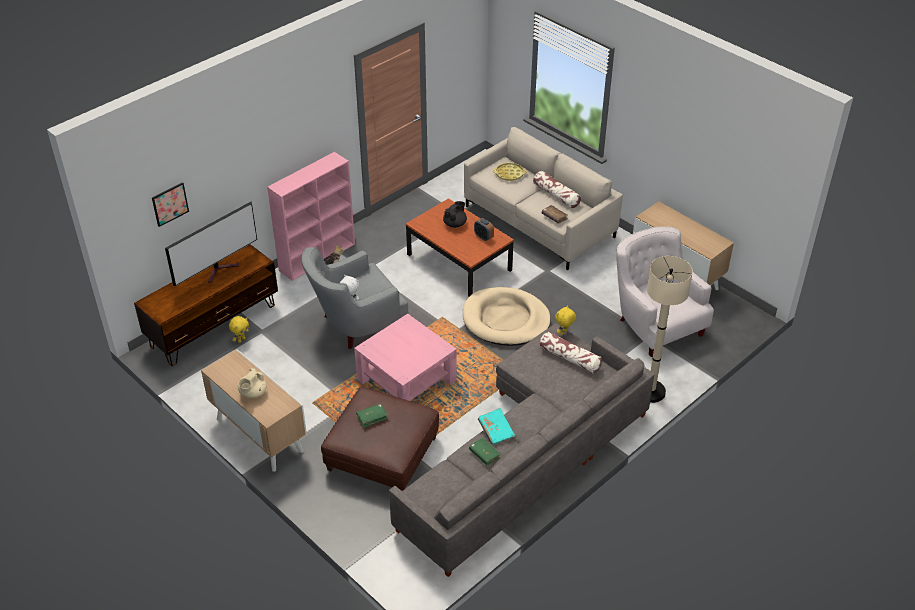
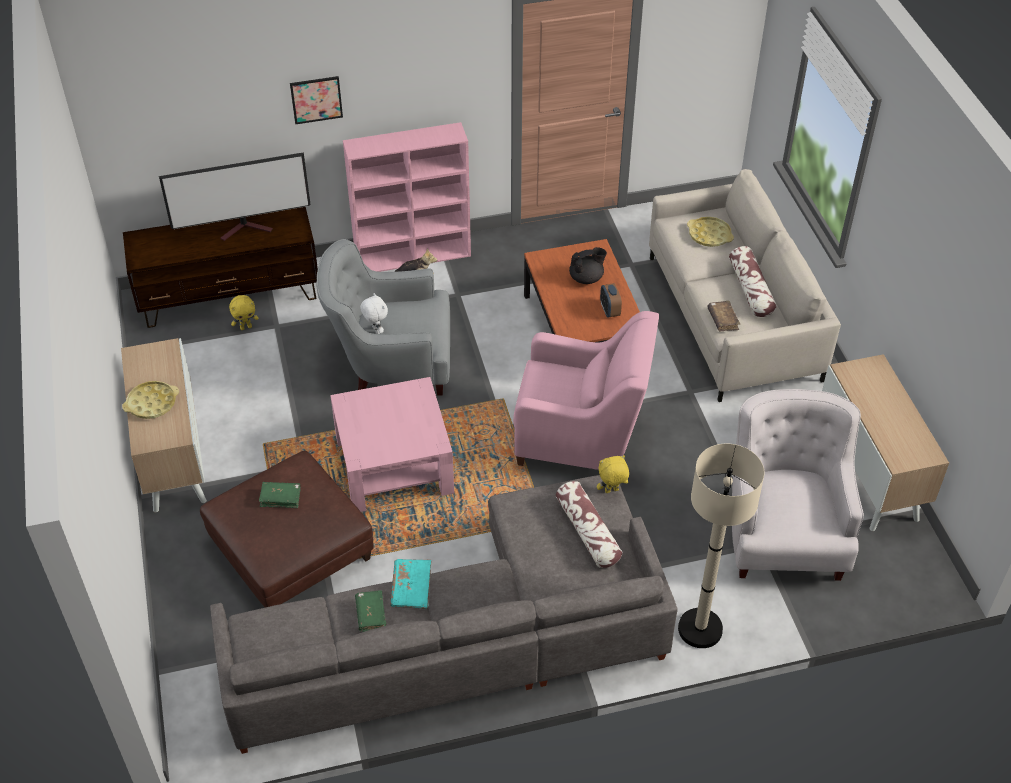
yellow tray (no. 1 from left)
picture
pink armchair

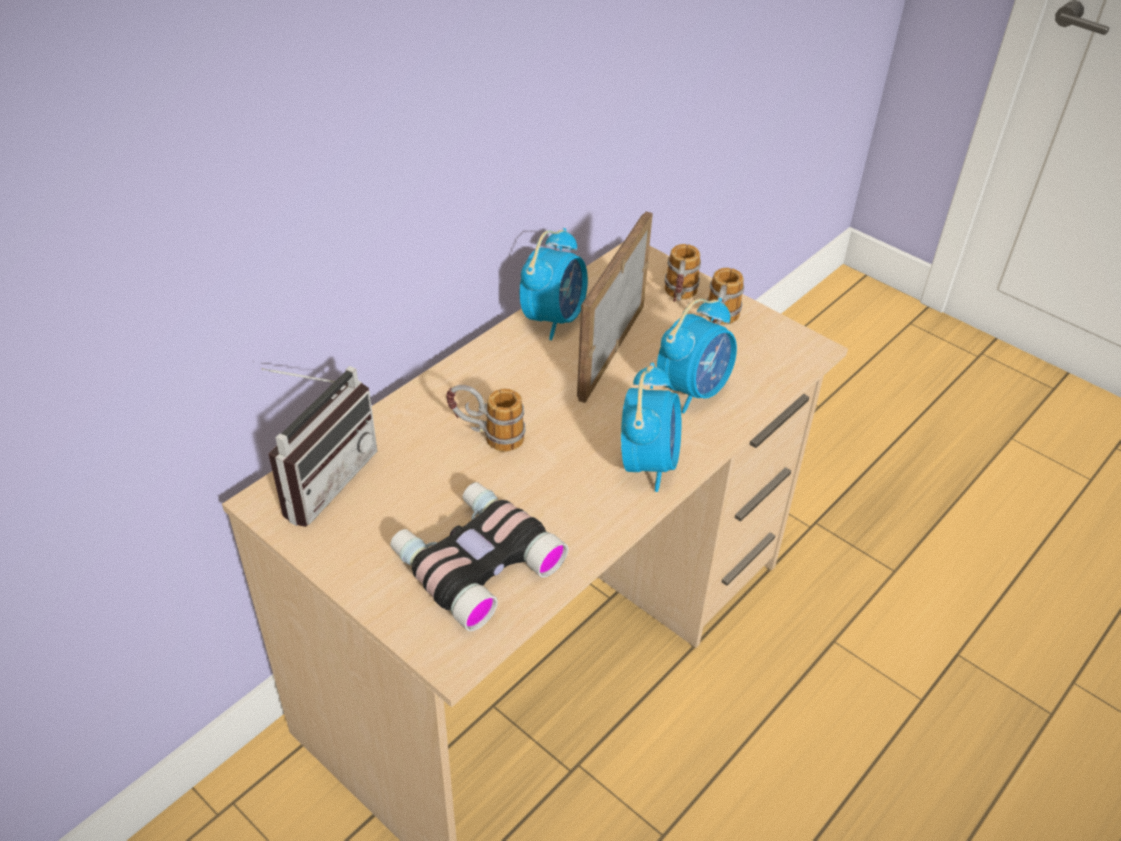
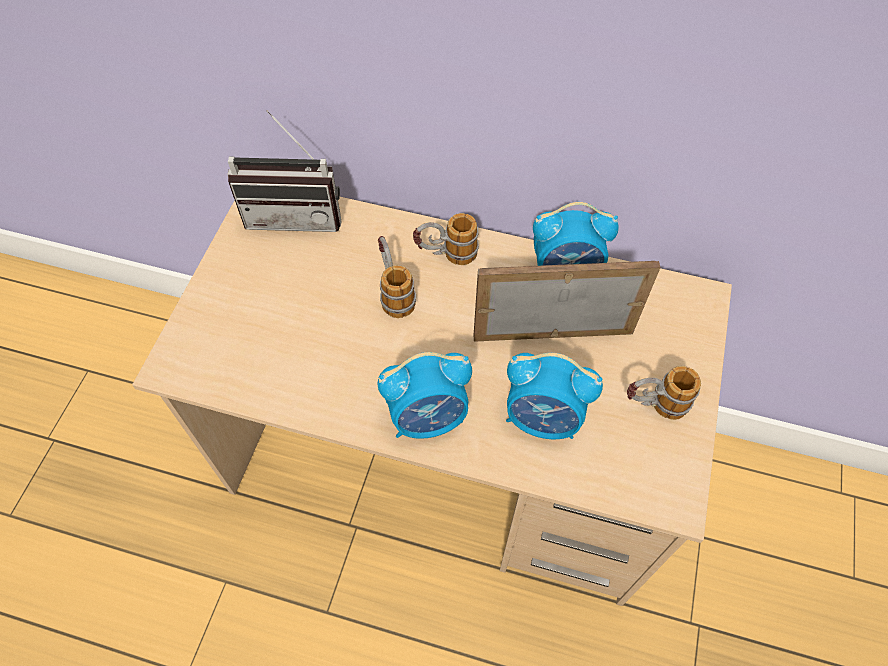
mug (no. 2 from left)
binoculars

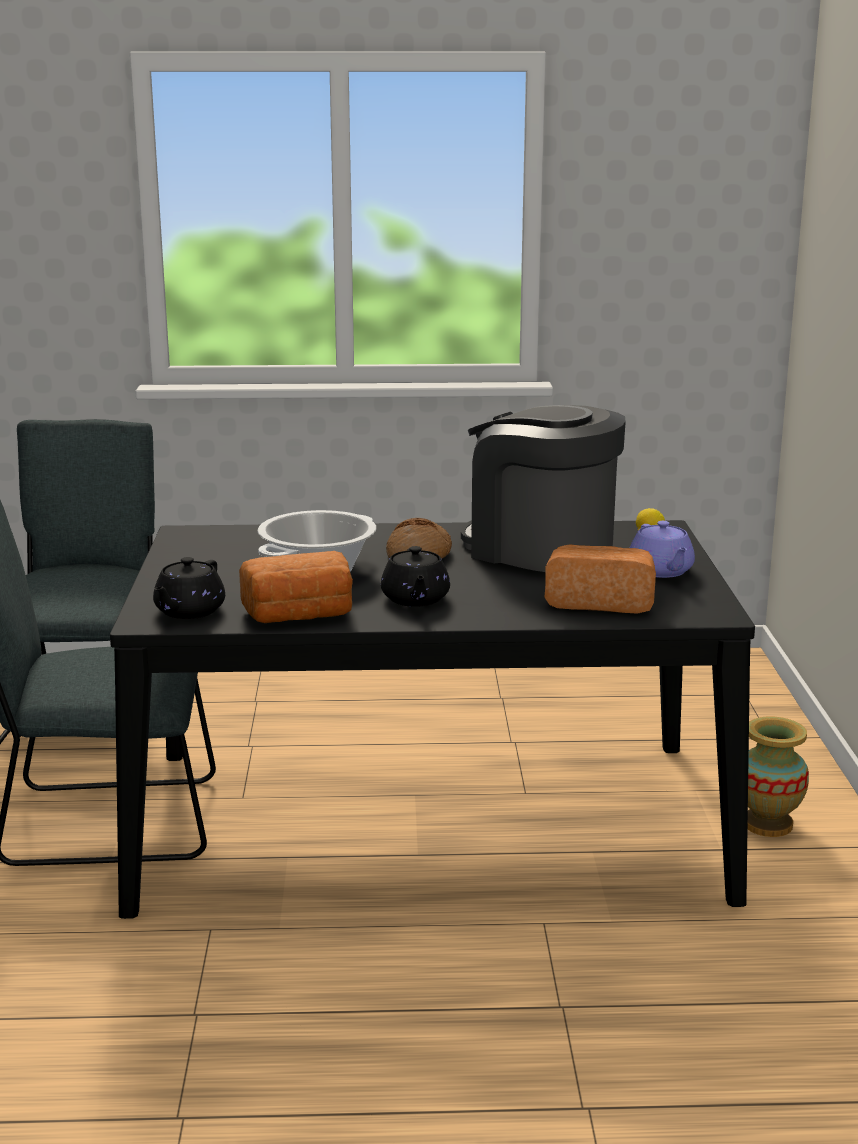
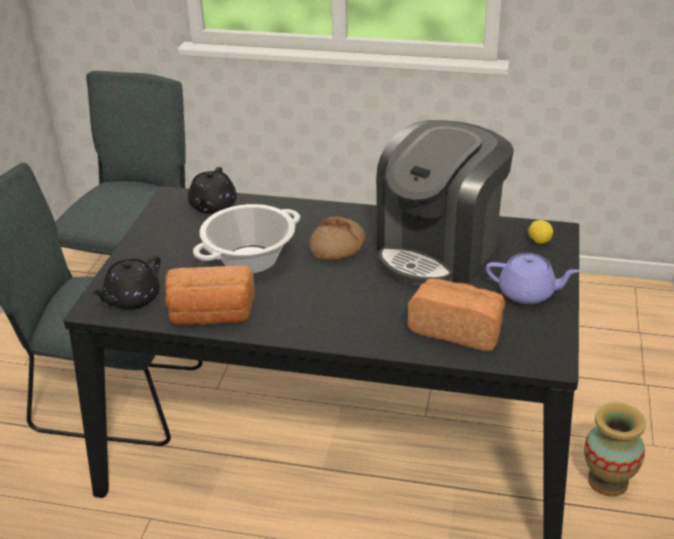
black teapot (no. 2 from left)
coffee machine
purple teapot

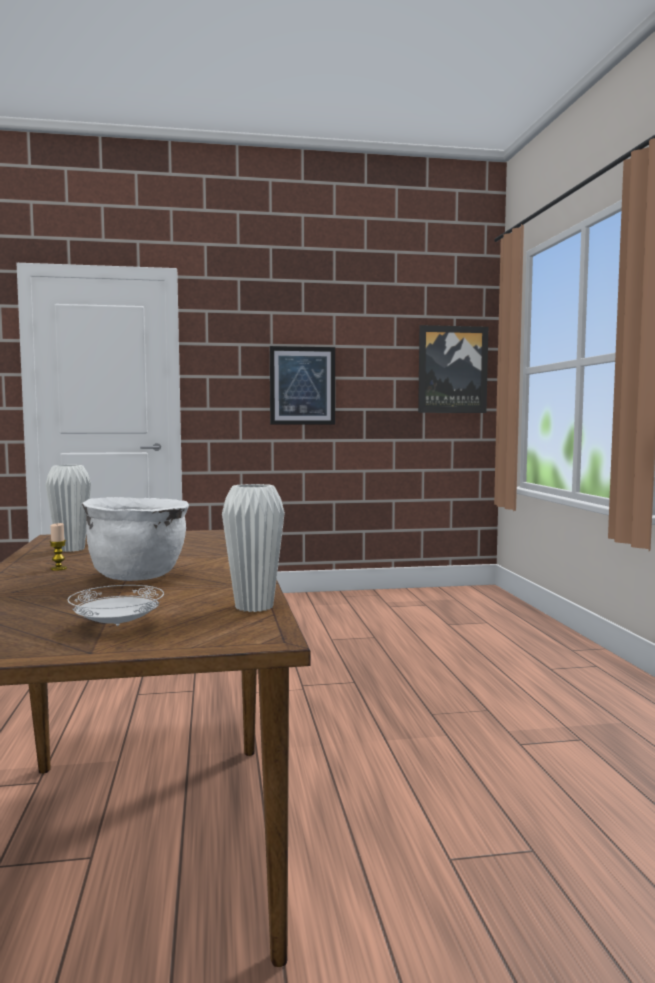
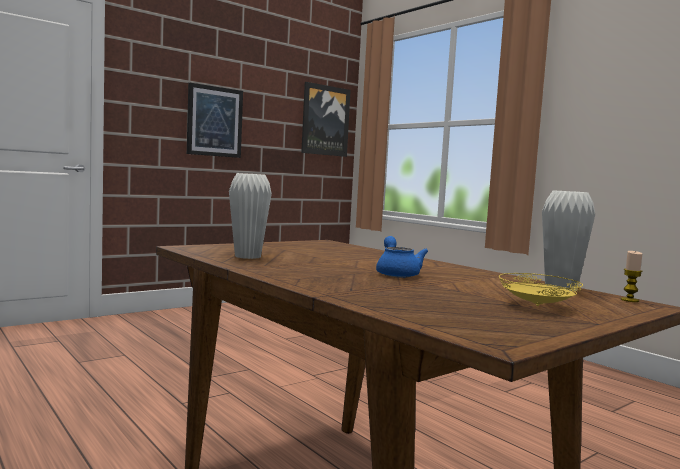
blue teapot
yellow plate
candle

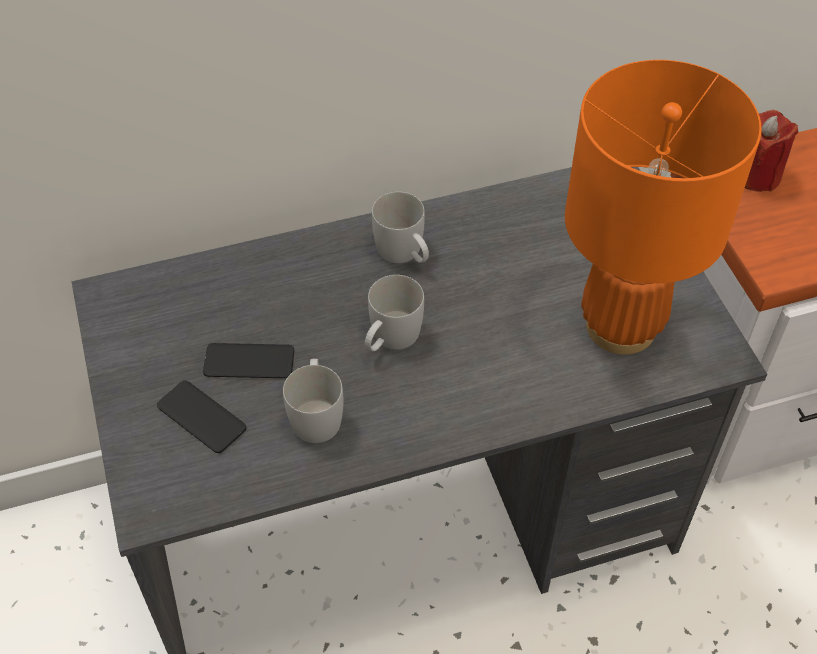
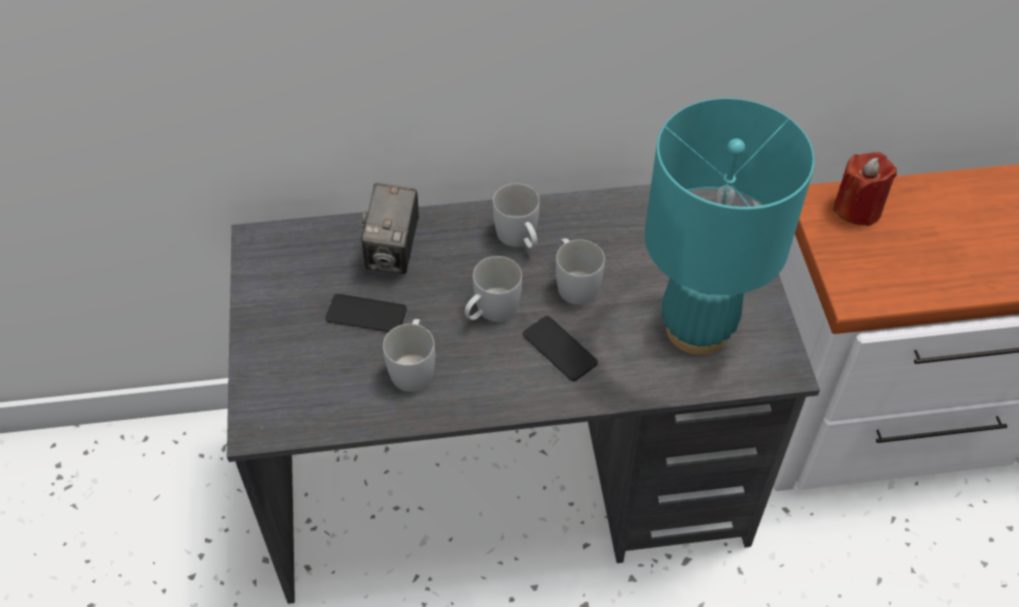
photo camera
phone (no. 2 from left)
white mug (no. 4 from left)
turquoise table lamp

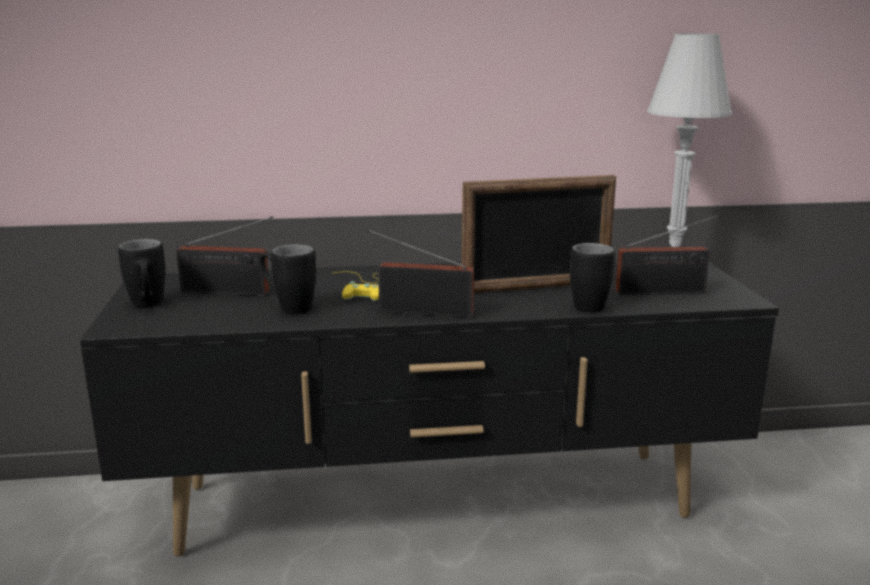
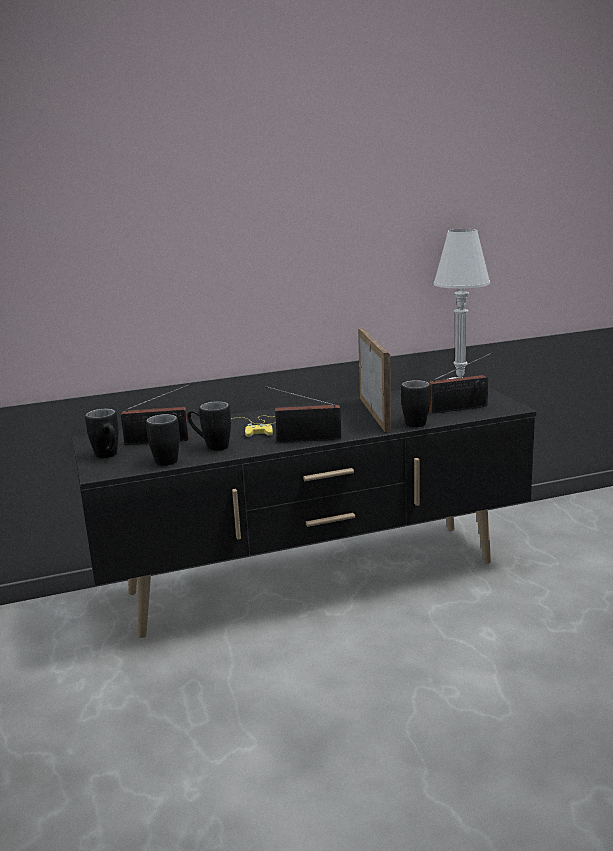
black mug (no. 2 from left)
picture frame

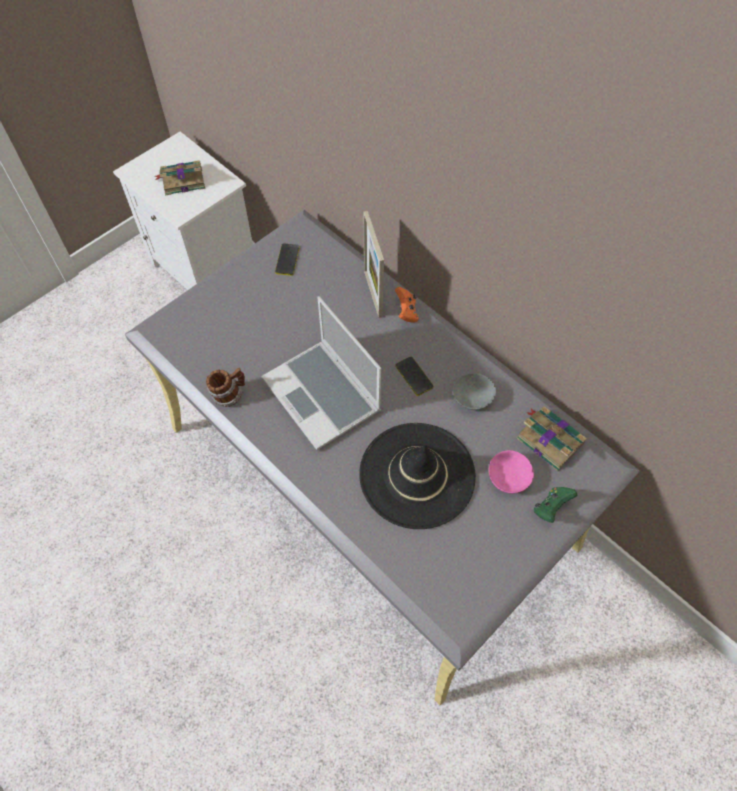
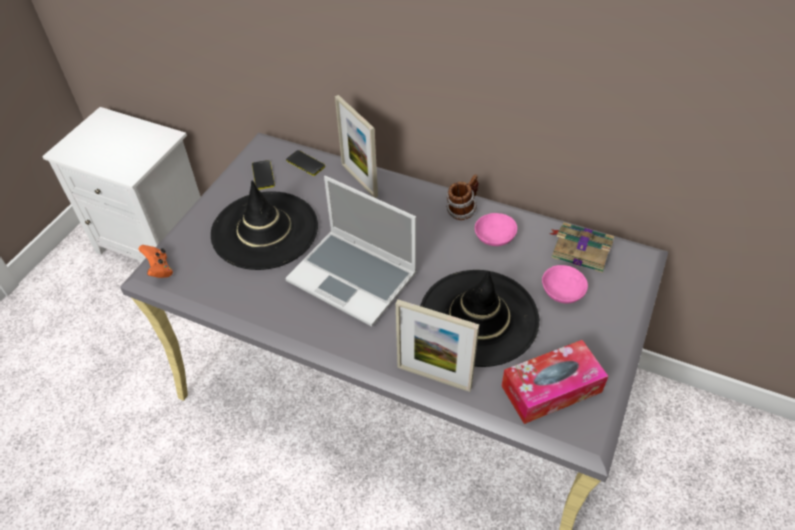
orange game controller
black hat (no. 1 from left)
phone (no. 2 from left)
picture frame (no. 2 from left)
mug
pink bowl (no. 1 from left)
tissue box
book (no. 1 from left in the first image)
green game controller

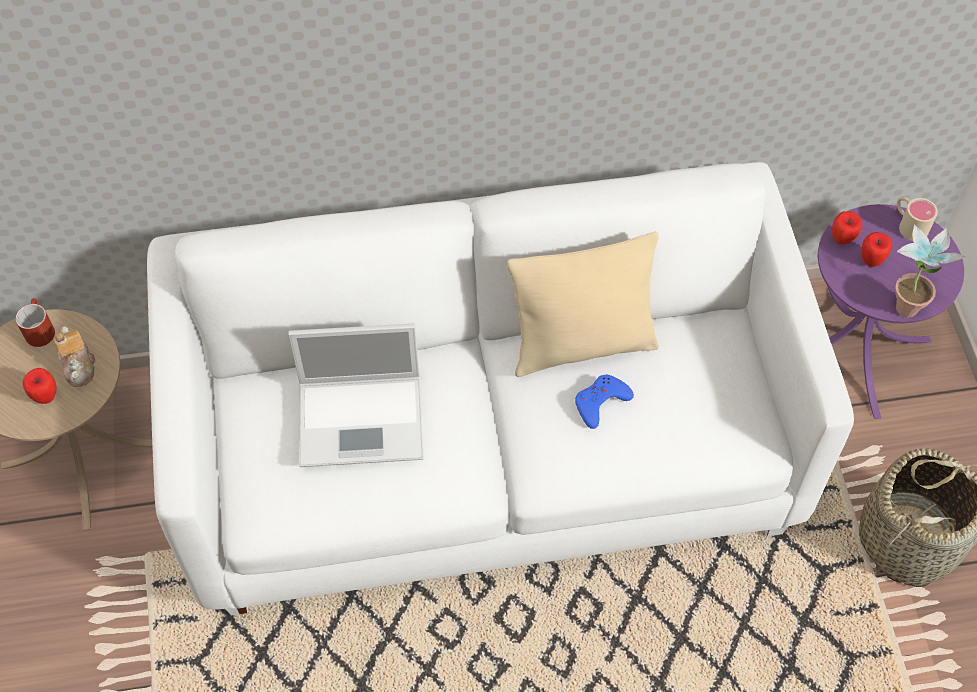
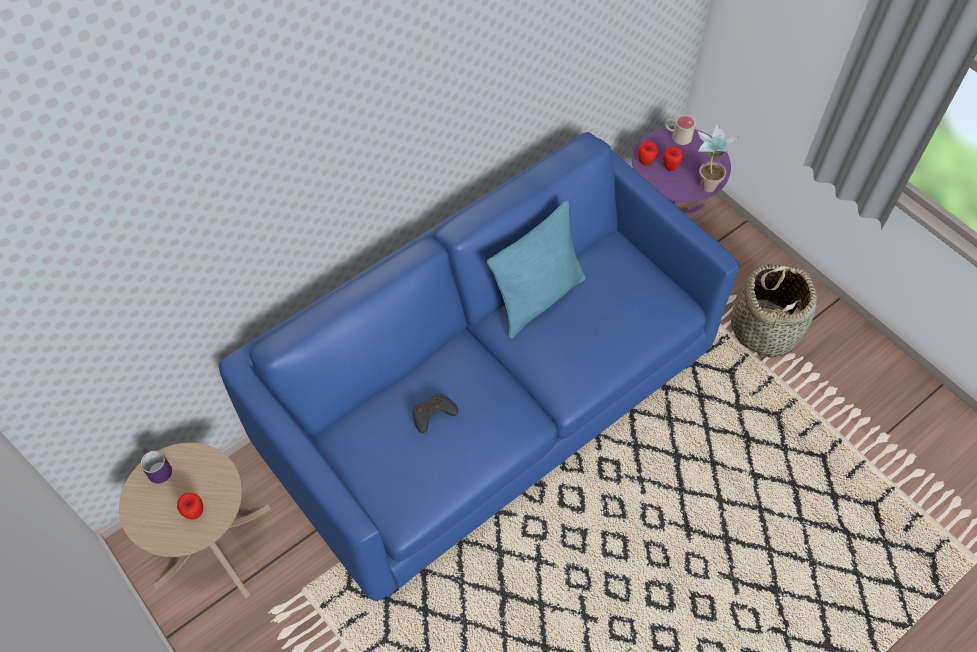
purple mug
blue sofa
grey game controller
turquoise pillow
teapot
blue game controller

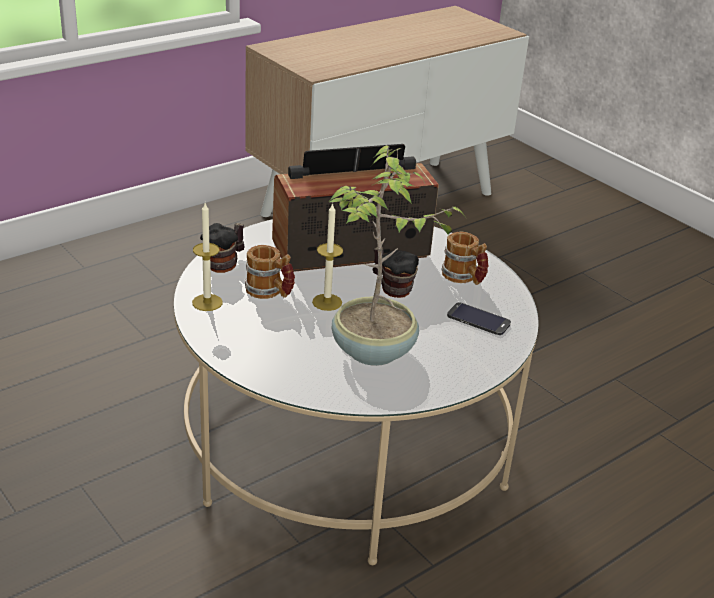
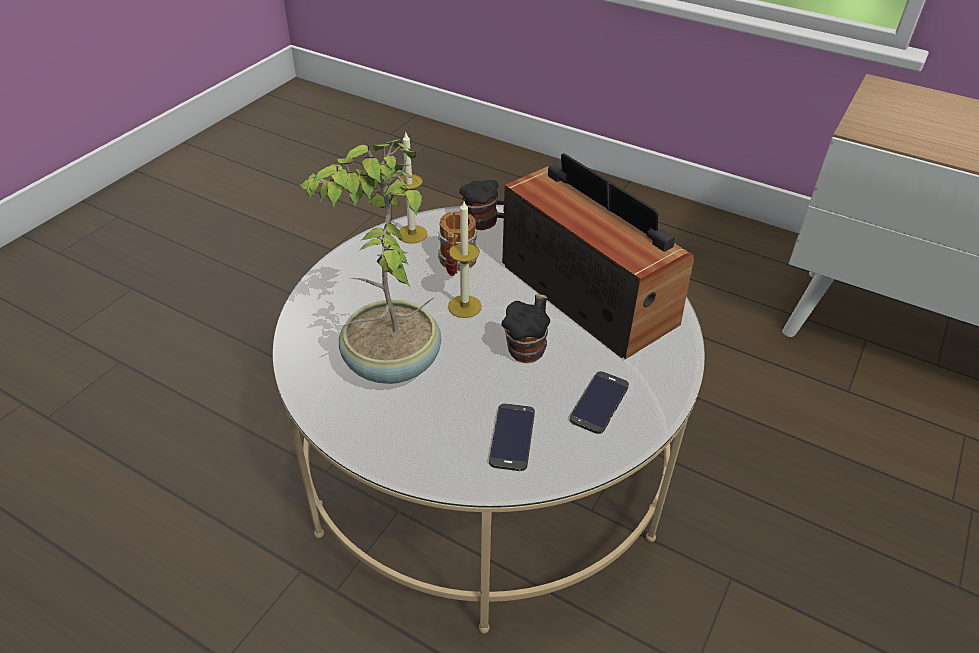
phone (no. 2 from left)

